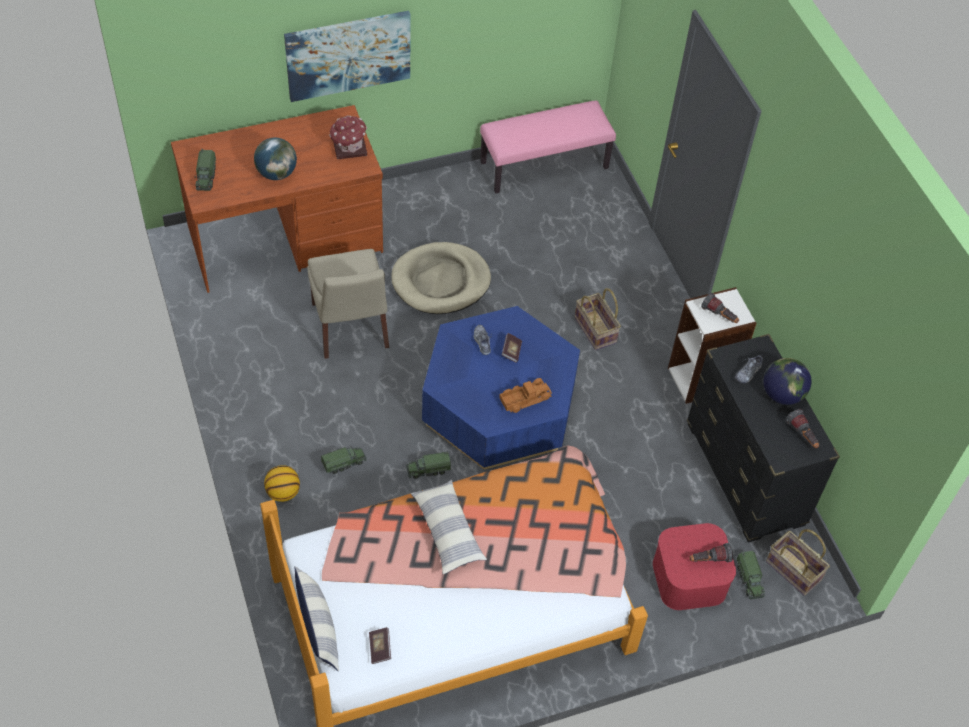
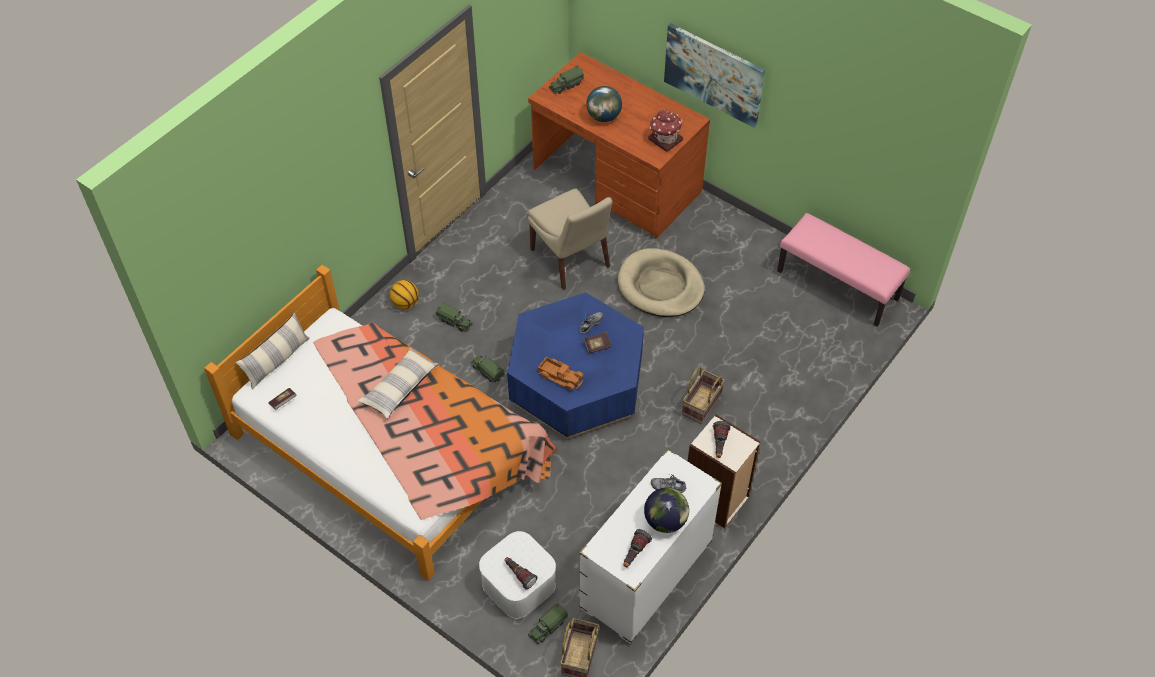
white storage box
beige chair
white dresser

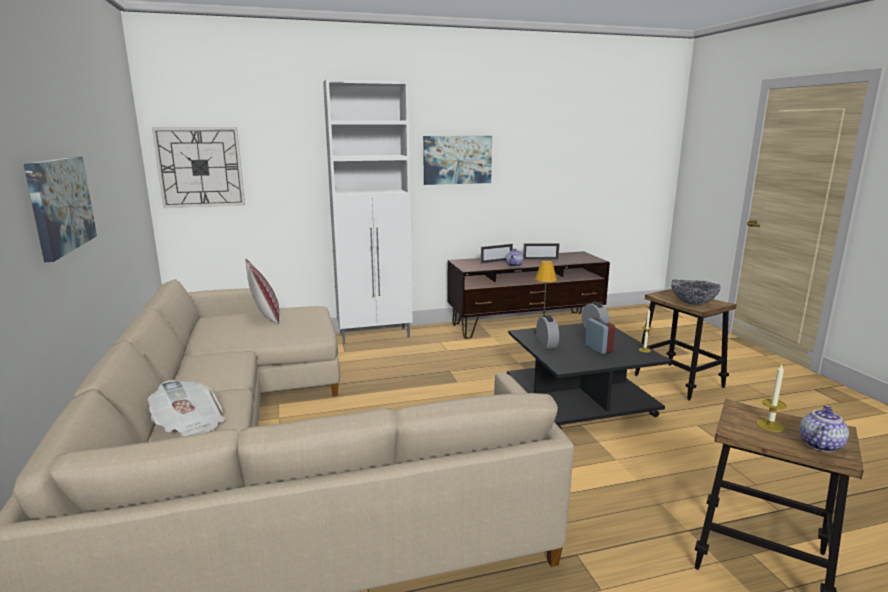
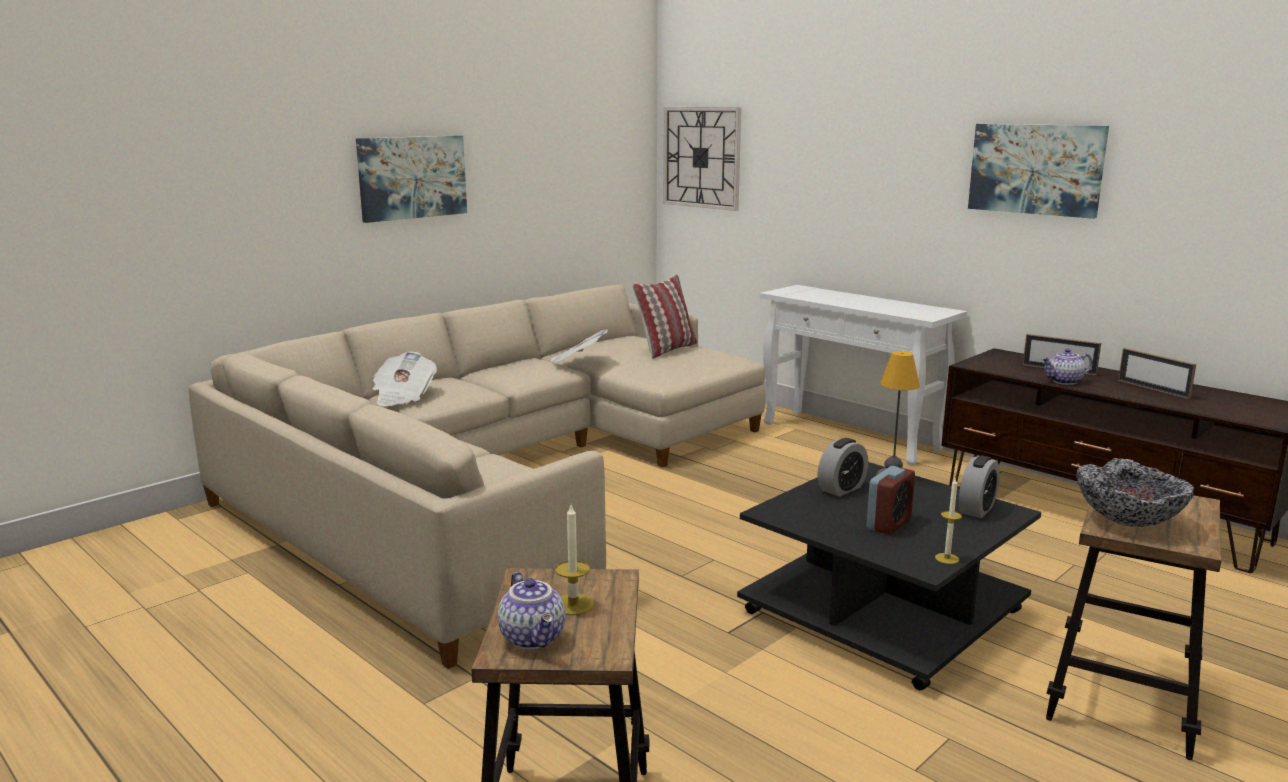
teapot (no. 1 from left)
newspaper (no. 2 from left)
white console table

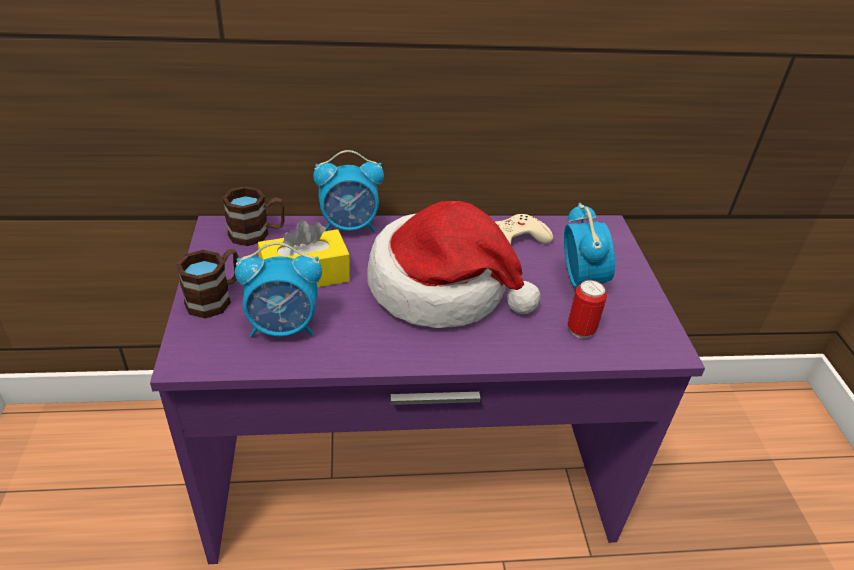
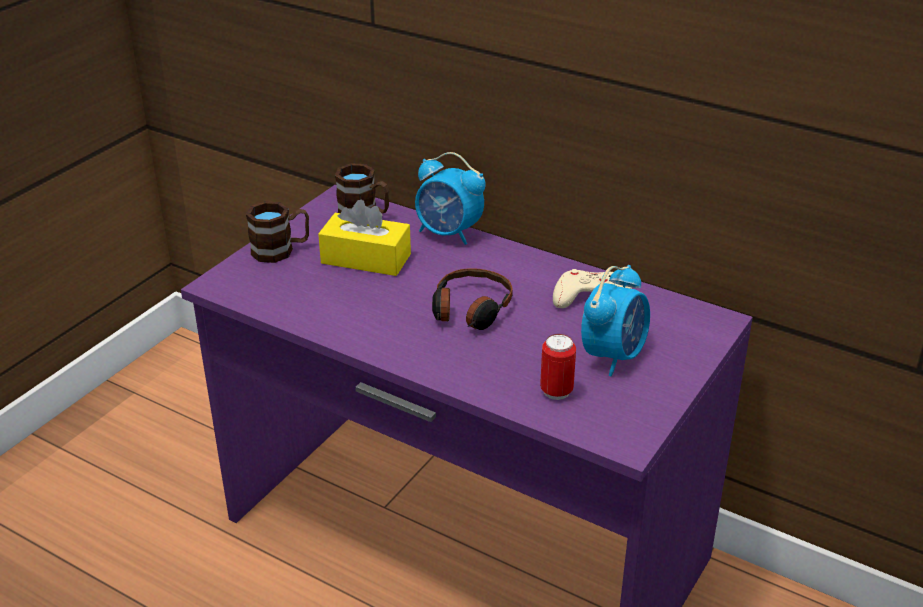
headphones
alarm clock (no. 1 from left in the first image)

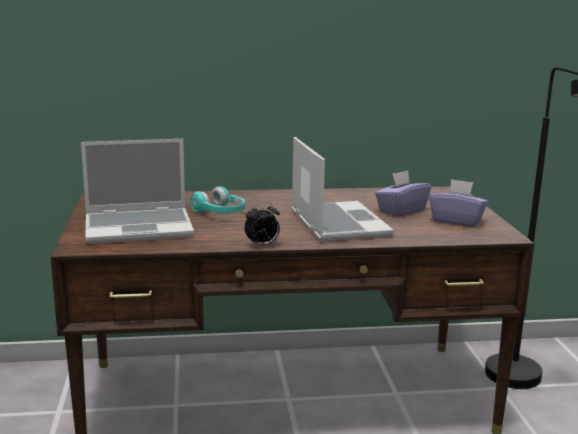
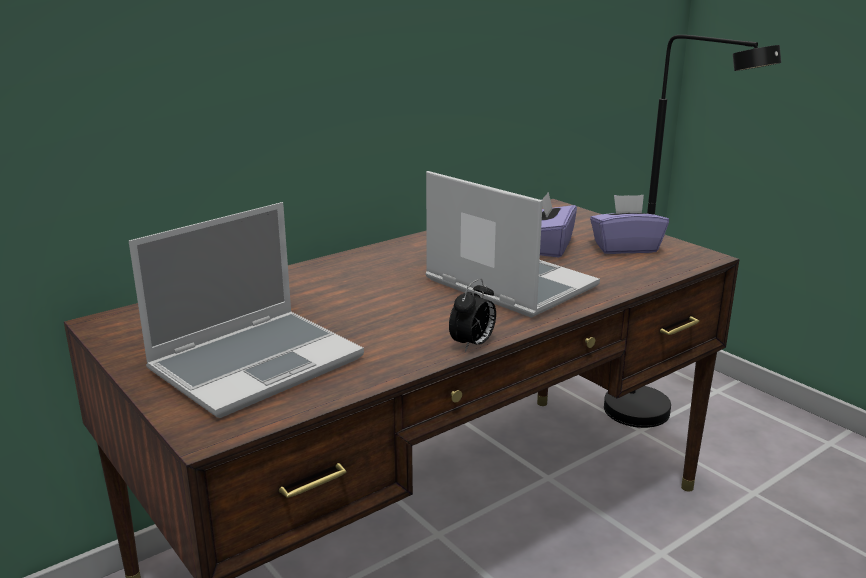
turquoise headphones

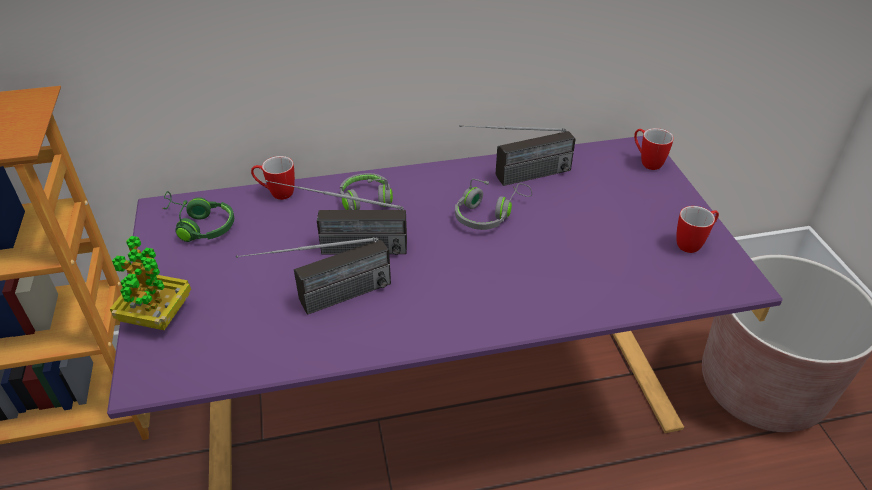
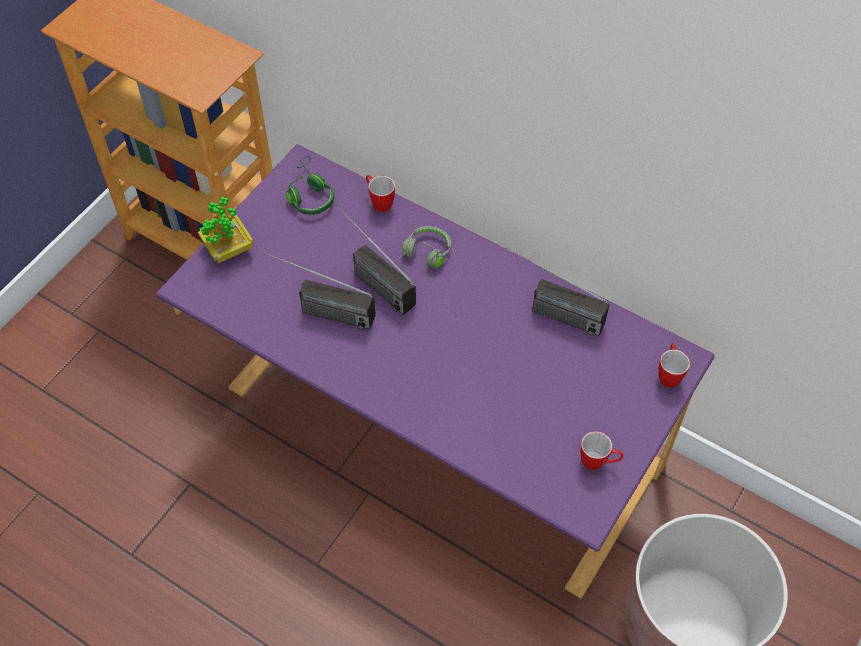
grey headphones (no. 2 from left in the first image)

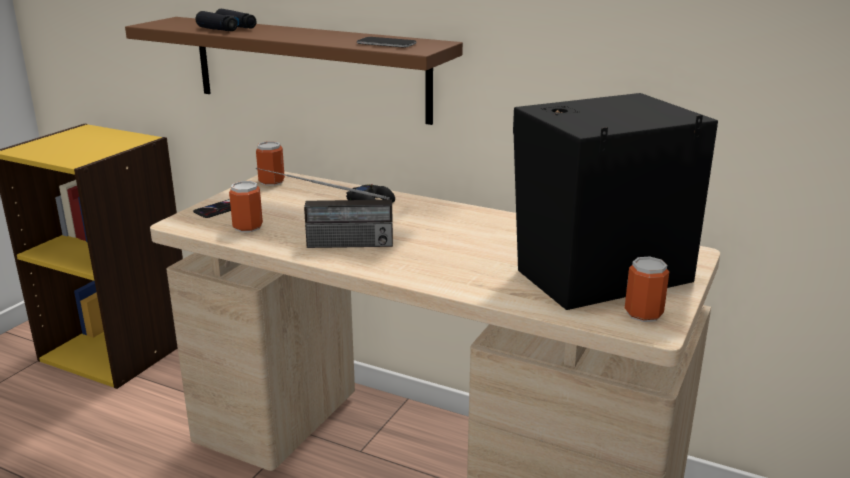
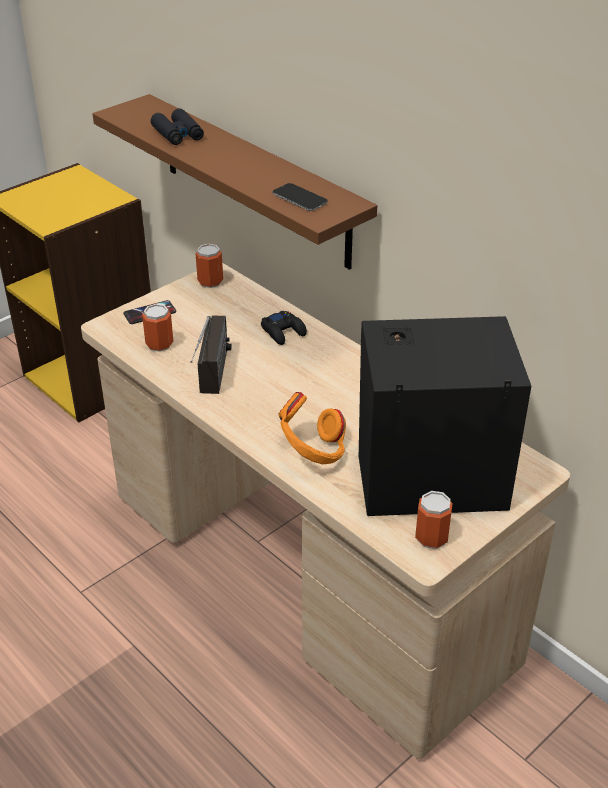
radio
orange headphones

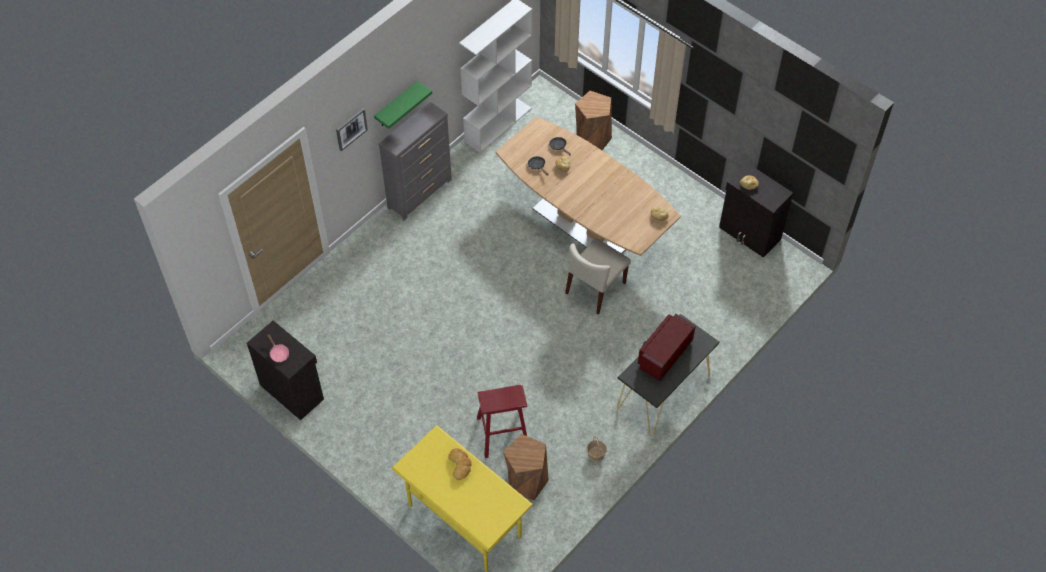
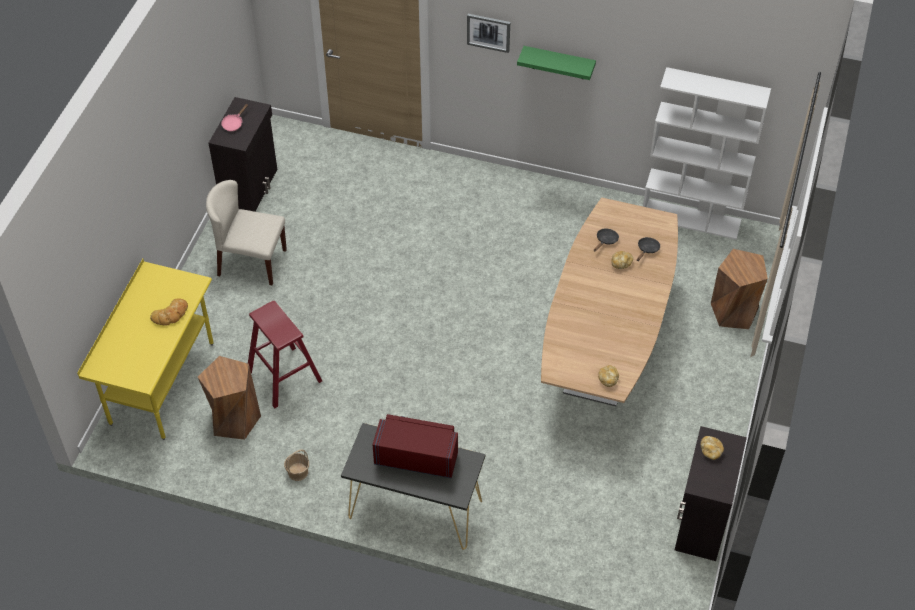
beige chair
grey dresser

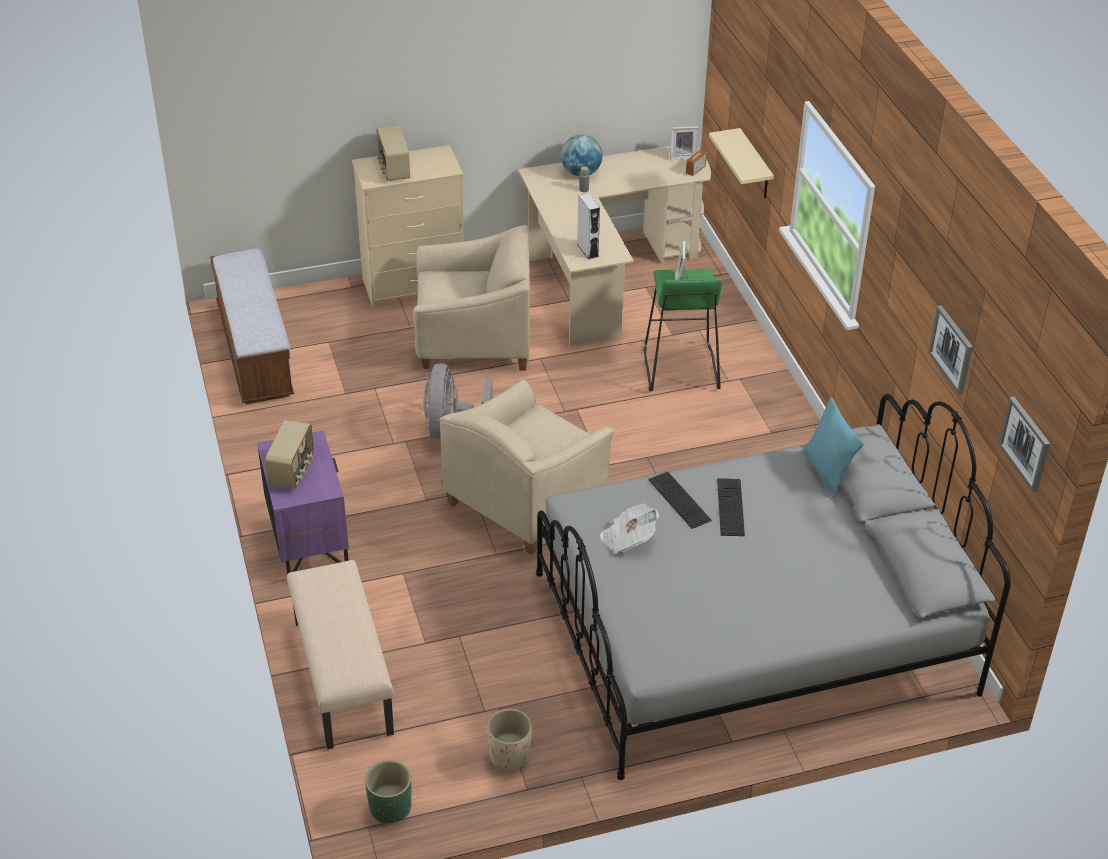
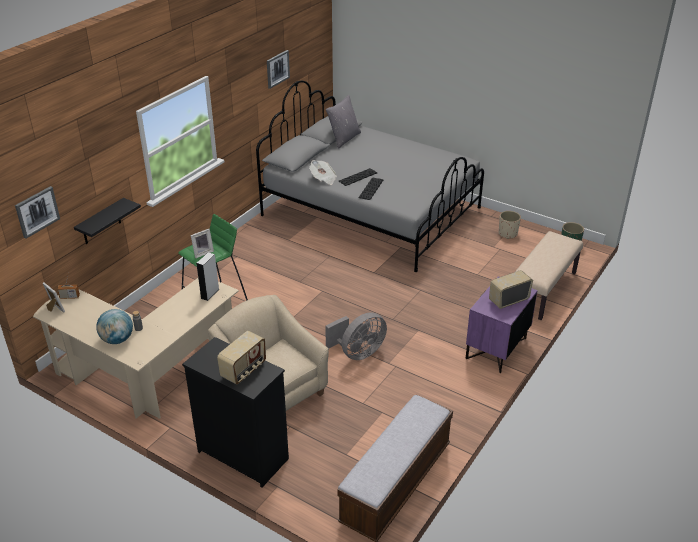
picture (no. 1 from left)
black shelf
black dresser
newspaper
grey pillow
beige armchair (no. 2 from left in the first image)
turquoise pillow

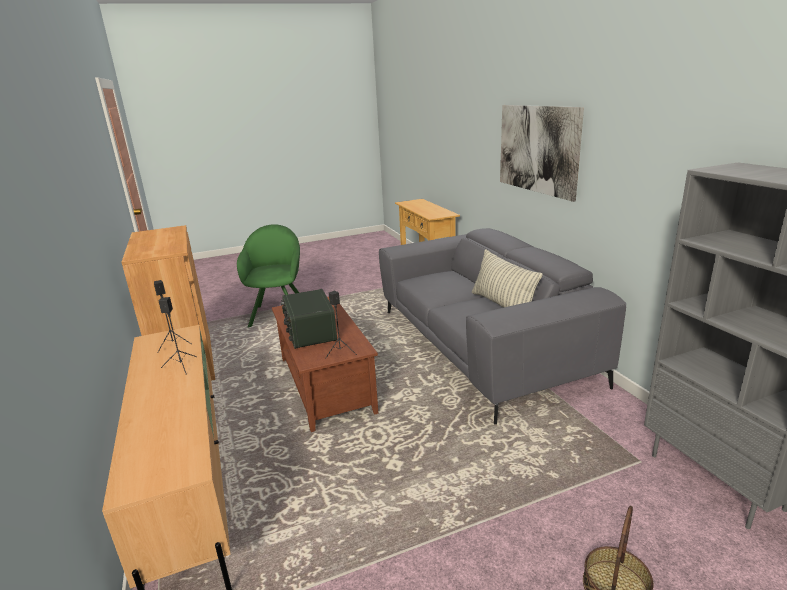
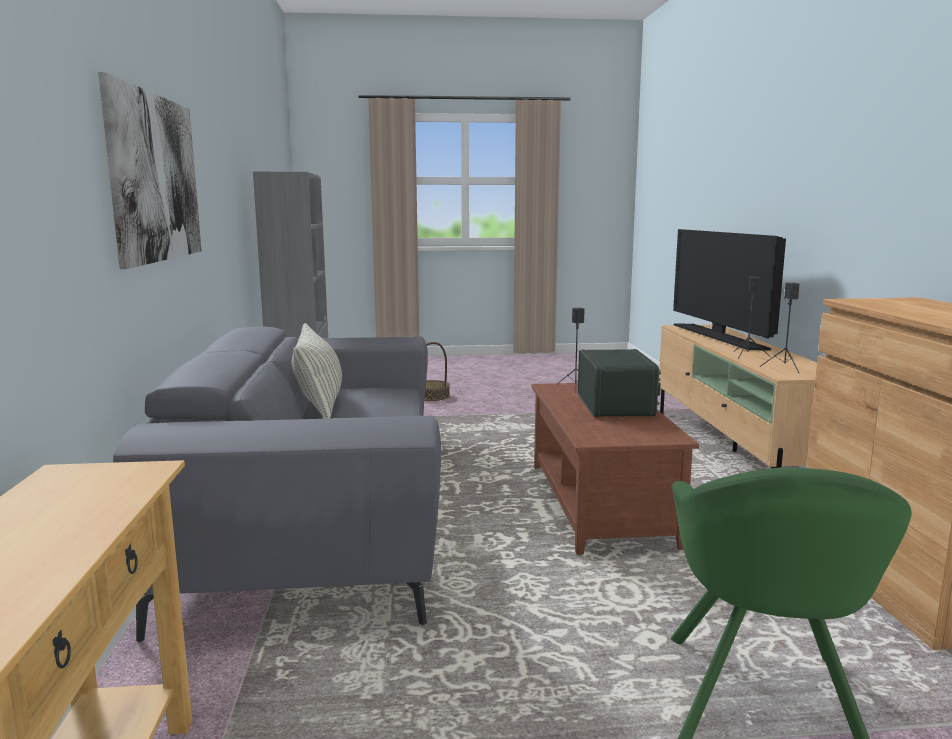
television

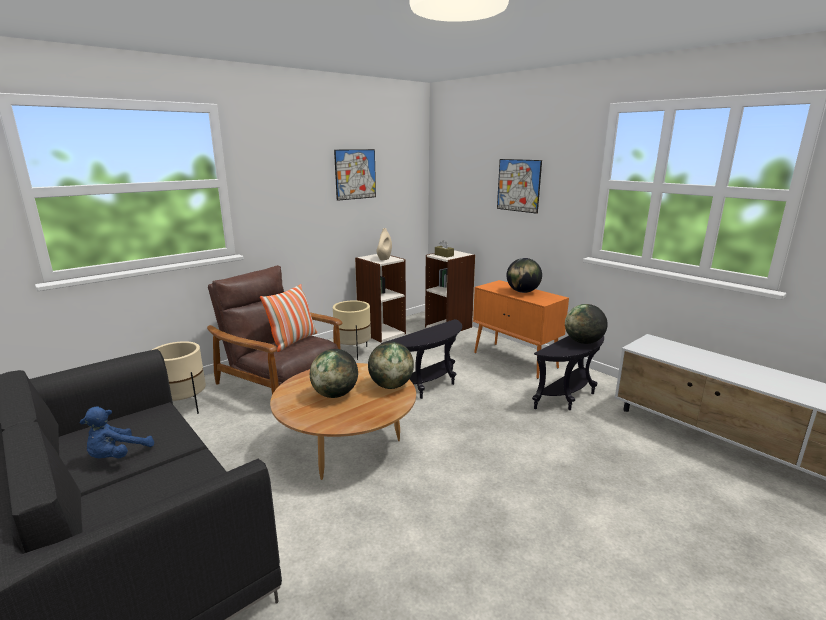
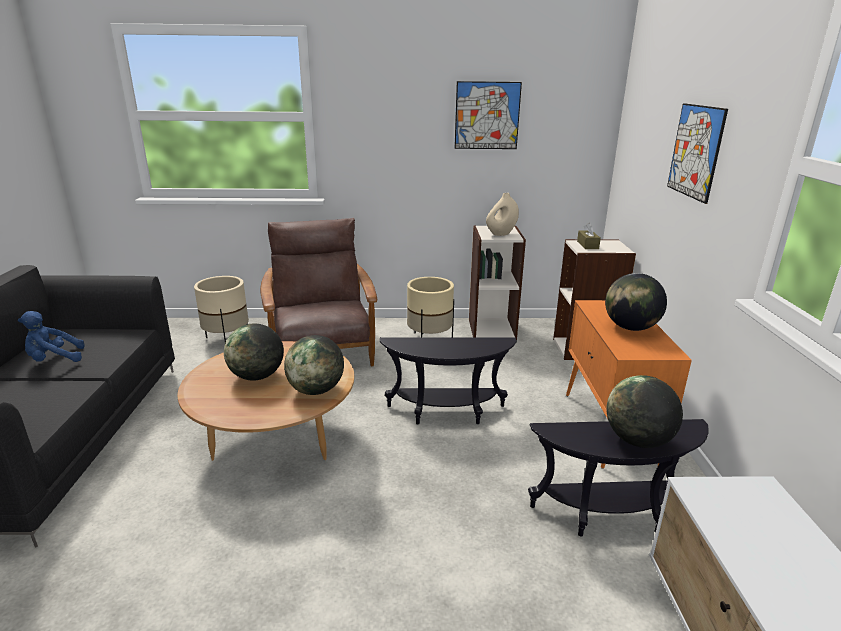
pillow

